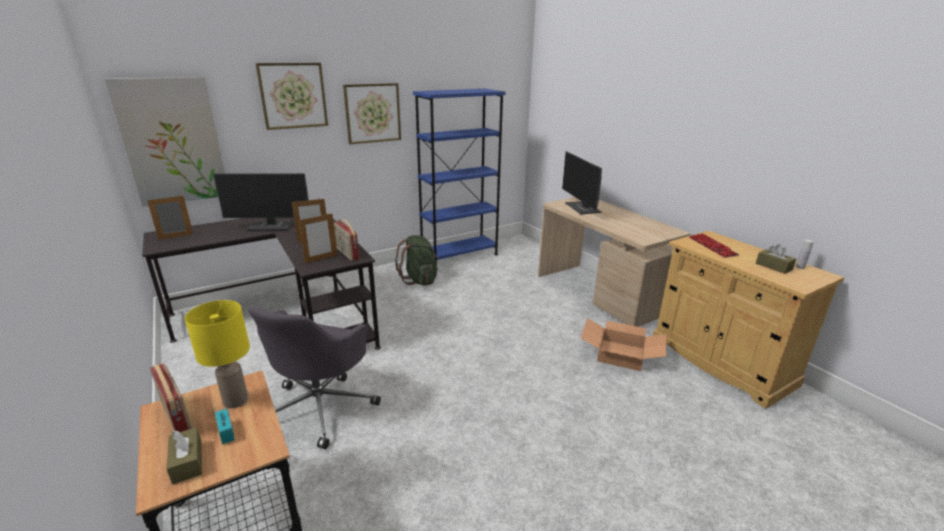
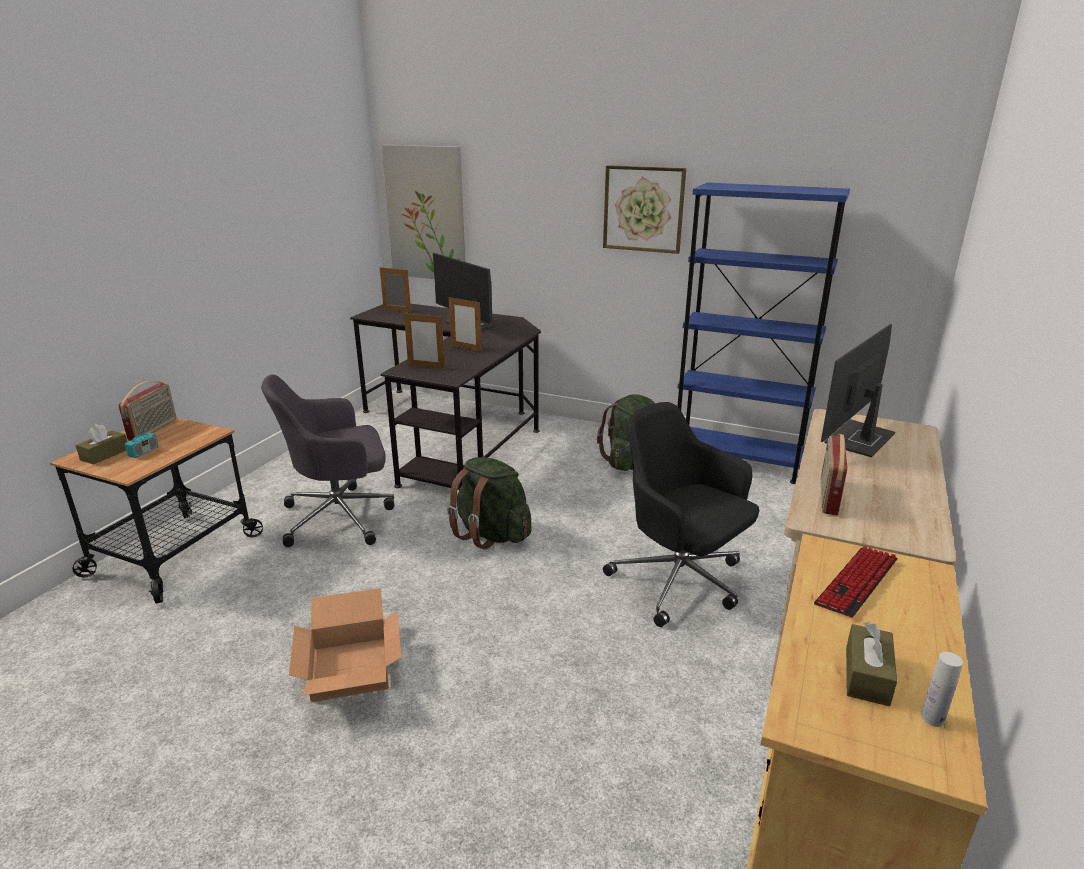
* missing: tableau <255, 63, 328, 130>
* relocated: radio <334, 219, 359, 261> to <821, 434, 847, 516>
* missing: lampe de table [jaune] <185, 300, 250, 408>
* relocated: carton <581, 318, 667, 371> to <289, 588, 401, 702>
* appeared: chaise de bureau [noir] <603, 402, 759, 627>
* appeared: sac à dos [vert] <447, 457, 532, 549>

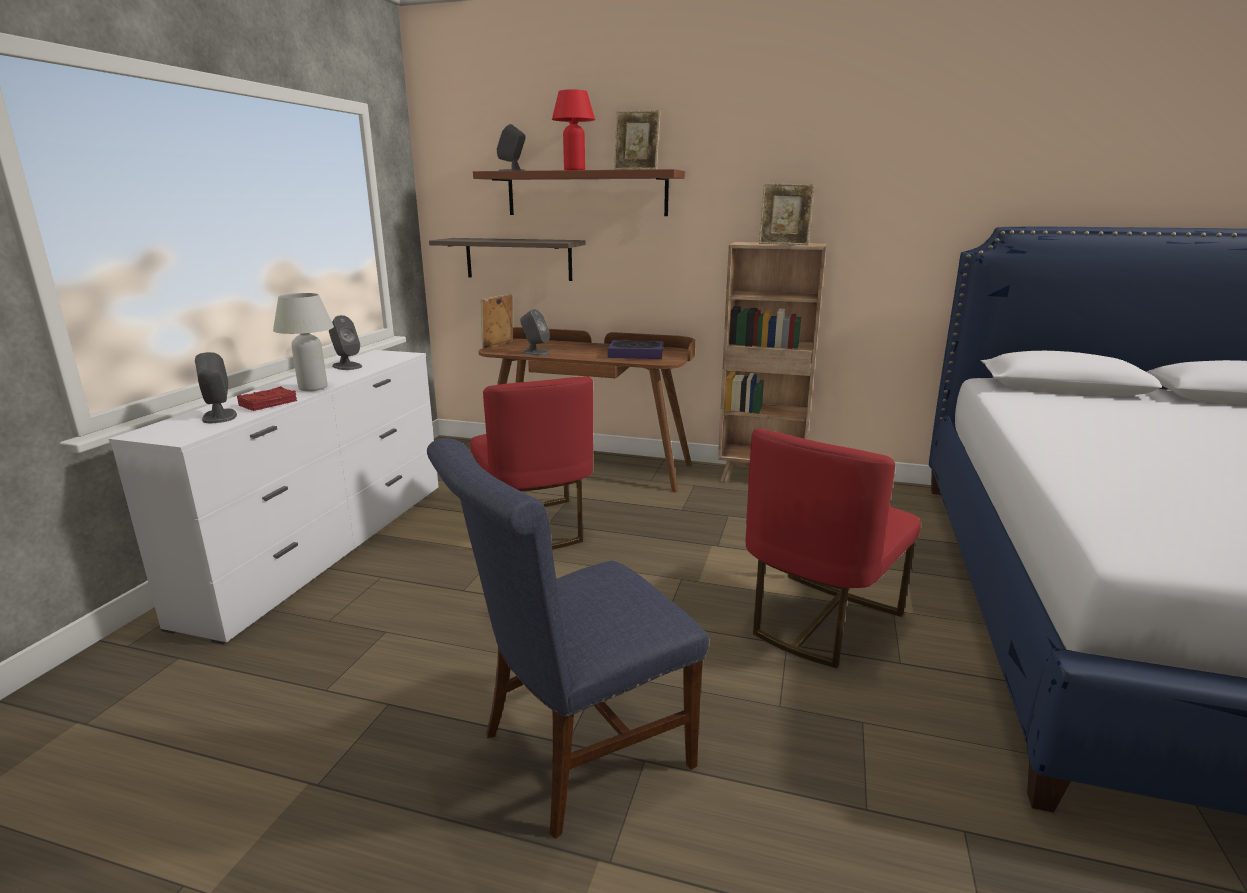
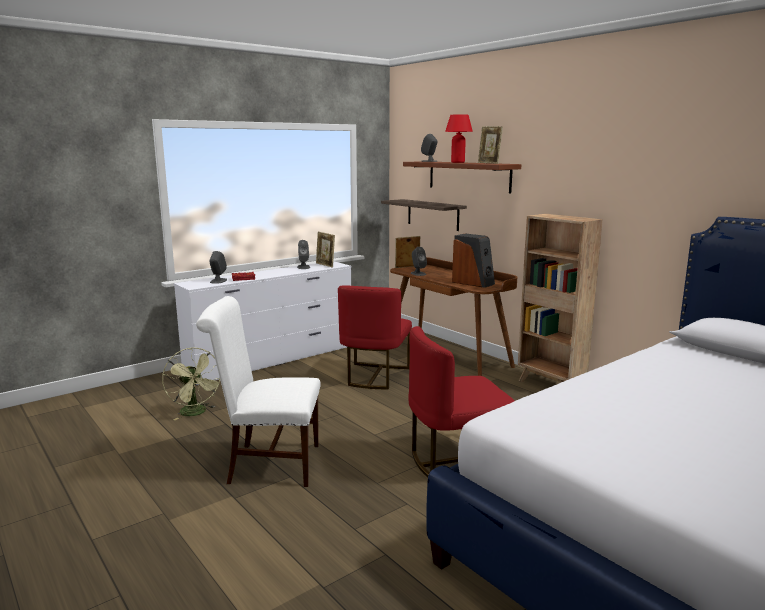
* relocated: cadre photo <759, 183, 815, 245> to <316, 232, 335, 268>
* missing: lampe de table [blanc] <273, 293, 334, 391>
* exchanged: livre <608, 340, 664, 359> to enceinte <452, 234, 495, 288>
* colour: chaise [bleu] <427, 438, 709, 839> to chaise [blanc] <196, 296, 321, 487>
* appeared: ventilateur [vert] <162, 348, 220, 420>

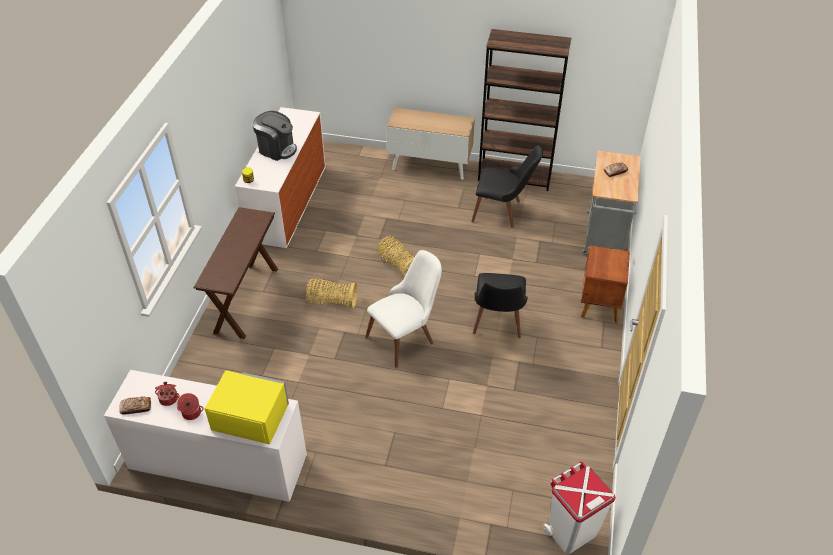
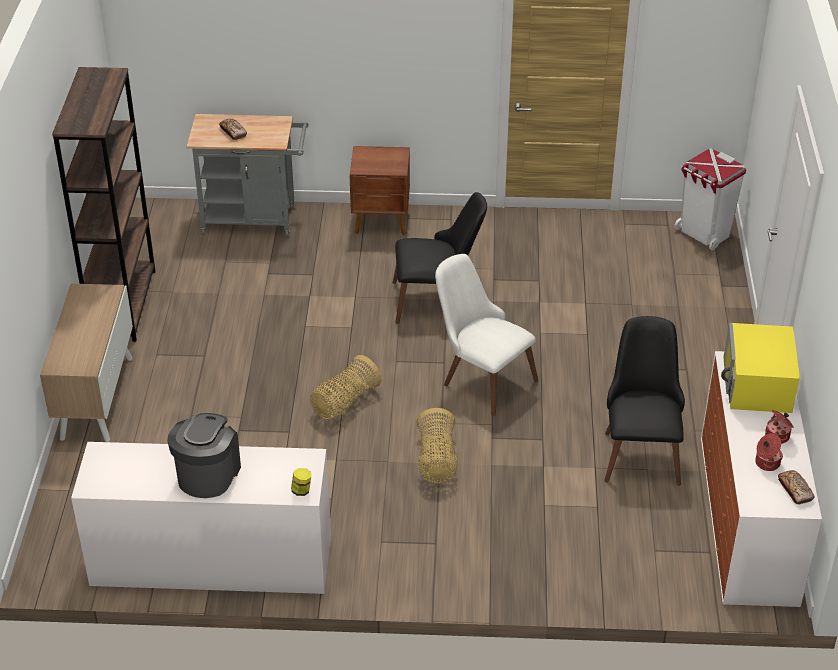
* relocated: chaise [noir] <471, 145, 543, 228> to <604, 316, 685, 486>
* missing: table console [marron] <194, 207, 278, 339>

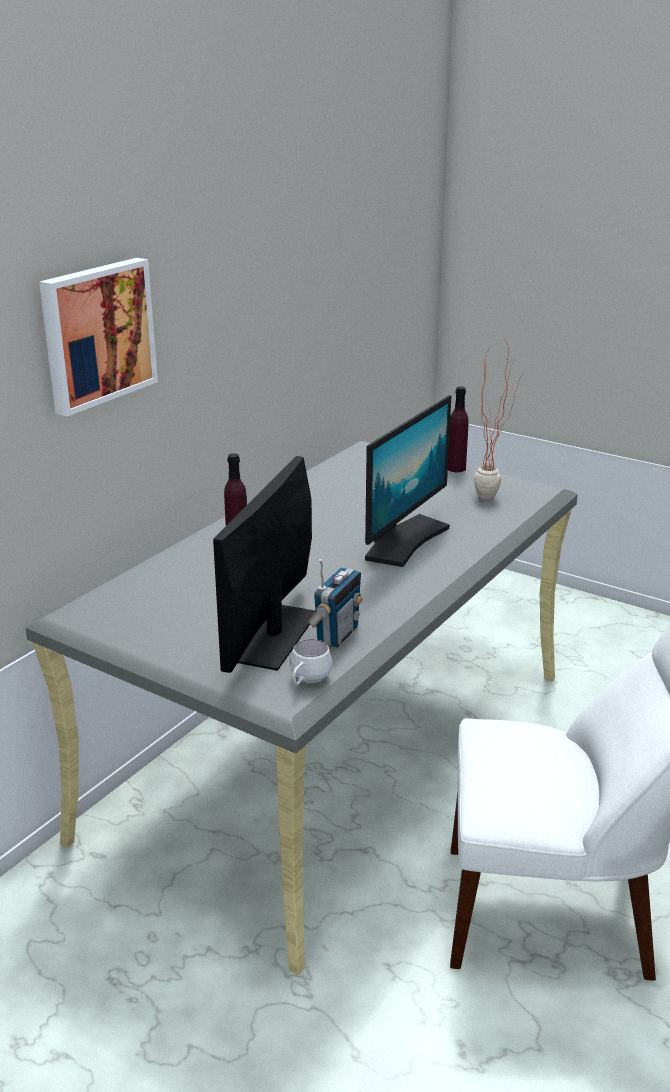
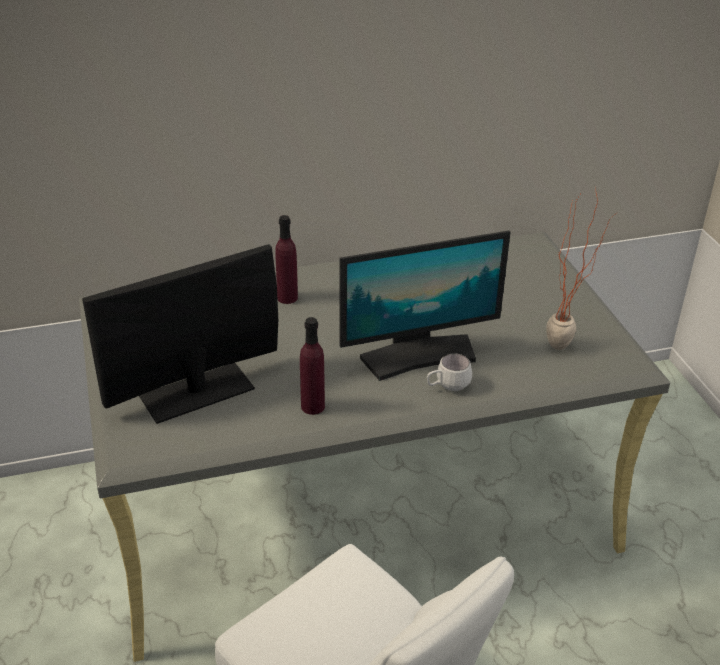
* missing: tableau <39, 258, 158, 416>
* relocated: bouteille [violet] <448, 386, 469, 472> to <300, 317, 325, 415>
* missing: radio <308, 559, 362, 648>
* relocated: mug [blanc] <290, 639, 332, 686> to <427, 353, 472, 391>

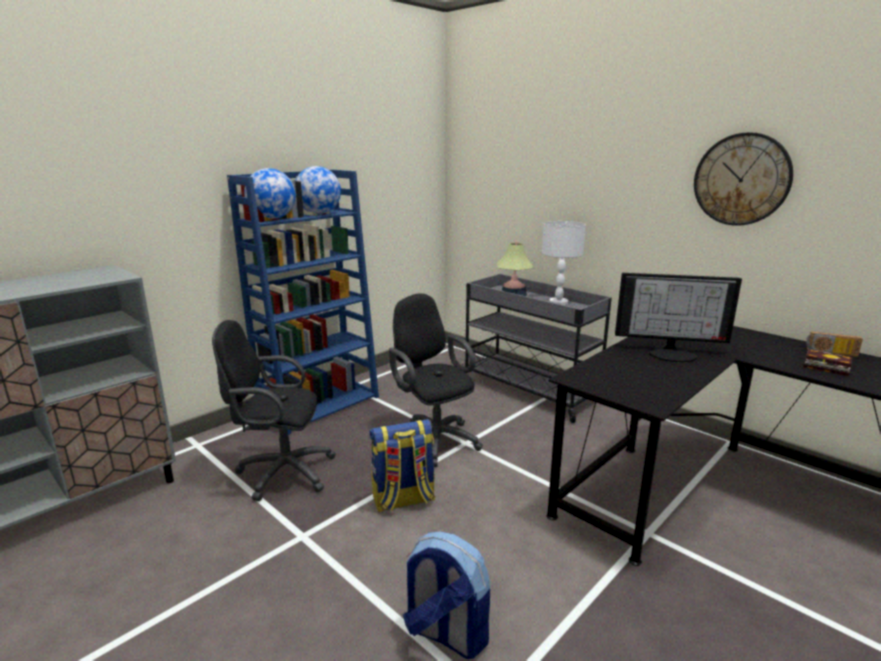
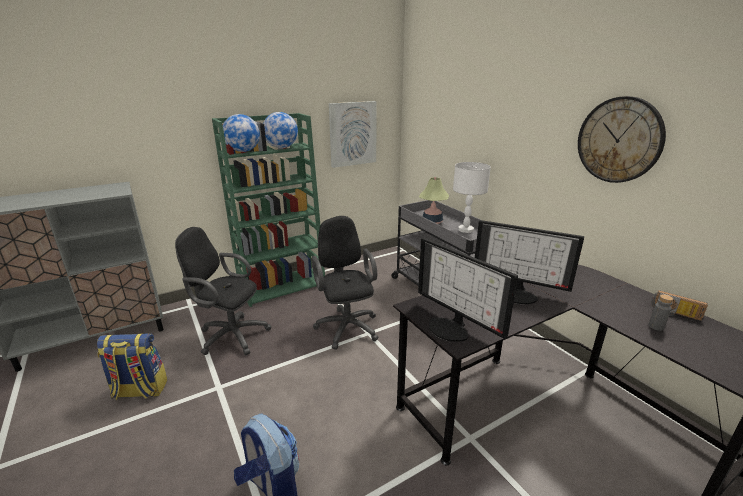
* colour: bibliothèque [bleu] <227, 170, 379, 435> to bibliothèque [vert] <212, 113, 325, 307>
* exchanged: livre <803, 349, 852, 376> to bouteille [gris] <648, 294, 673, 331>
* relocated: sac à dos <370, 419, 435, 512> to <97, 333, 167, 400>
* appeared: tableau <329, 101, 377, 168>
* appeared: écran d'ordinateur <418, 238, 518, 342>

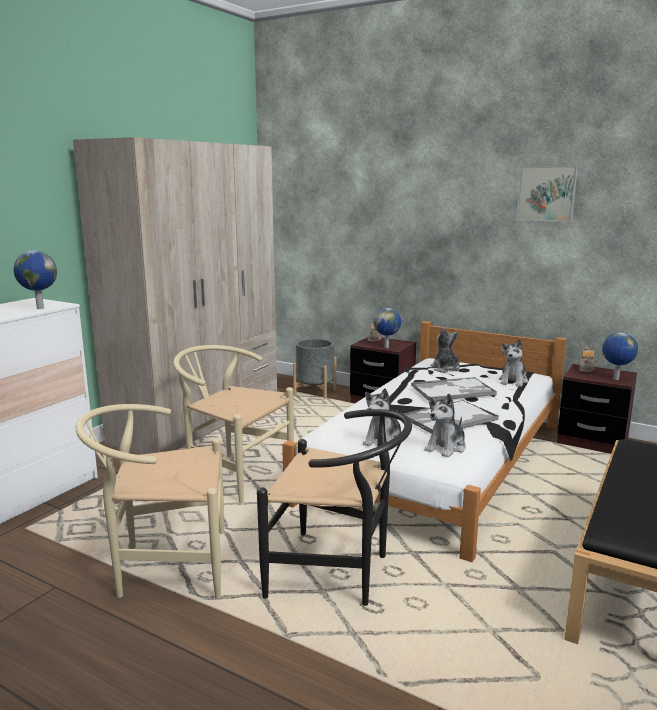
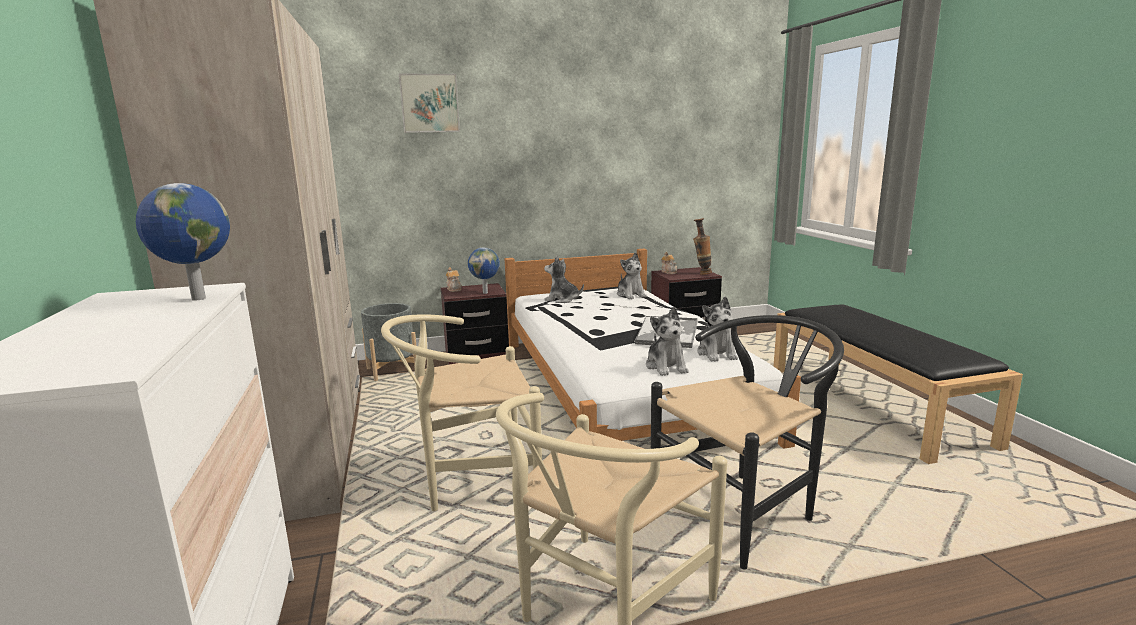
* relocated: tableau <517, 166, 578, 222> to <399, 74, 460, 133>
* exchanged: globe <602, 333, 638, 380> to vase <693, 218, 712, 275>
* missing: plateau <411, 377, 497, 401>

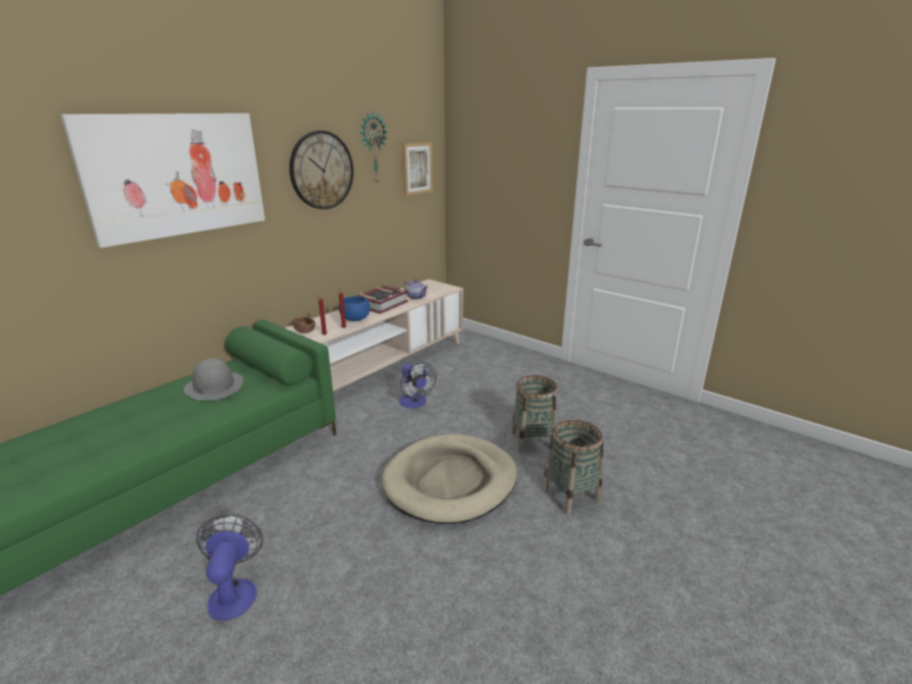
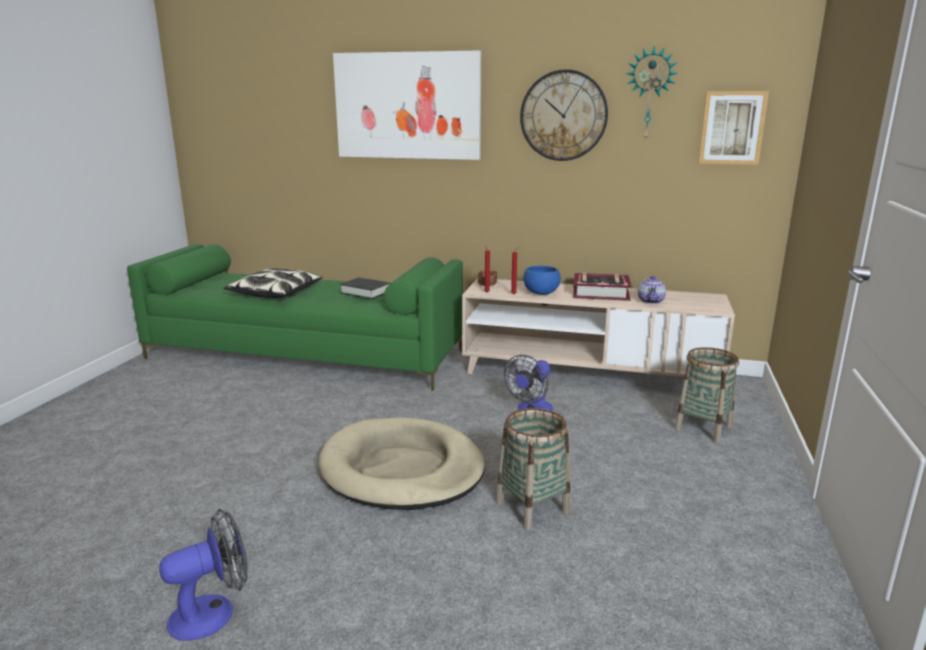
* exchanged: chapeau [gris] <184, 358, 243, 401> to livre [noir] <340, 277, 390, 299>
* relocated: panier <542, 420, 603, 515> to <675, 347, 739, 443>
* relocated: ventilateur <196, 514, 263, 621> to <159, 509, 248, 641>
* appeared: coussin <223, 268, 323, 298>

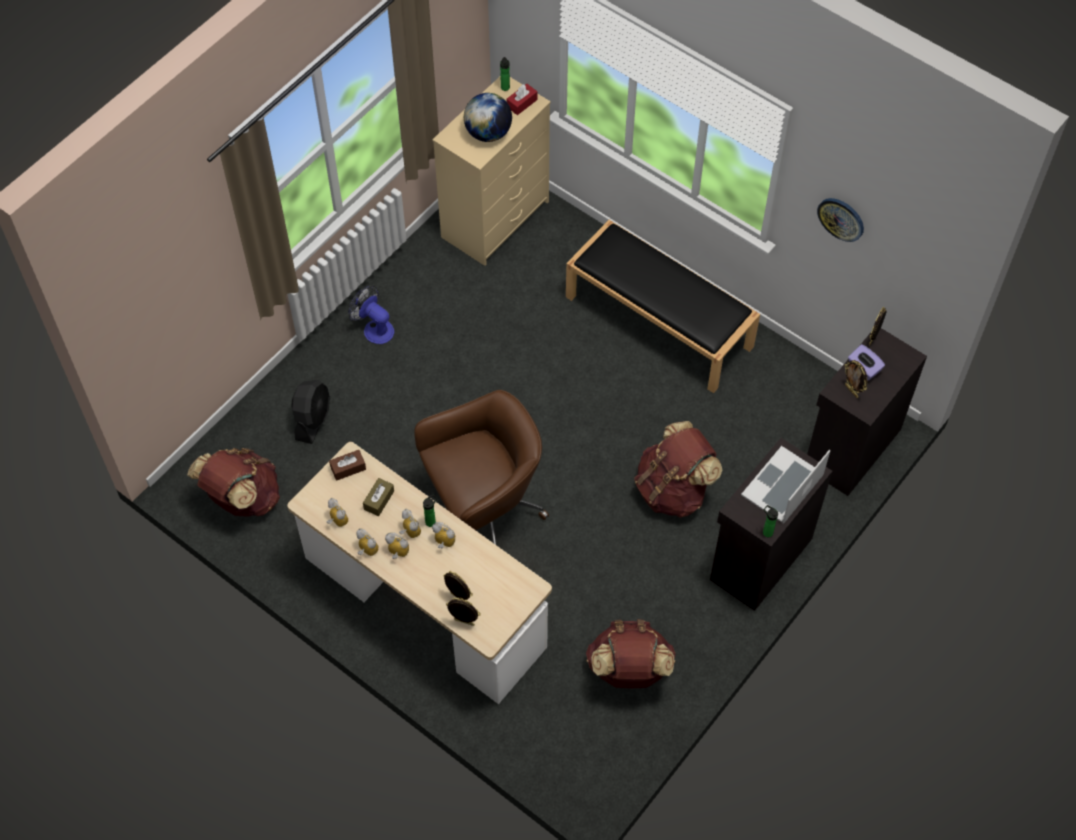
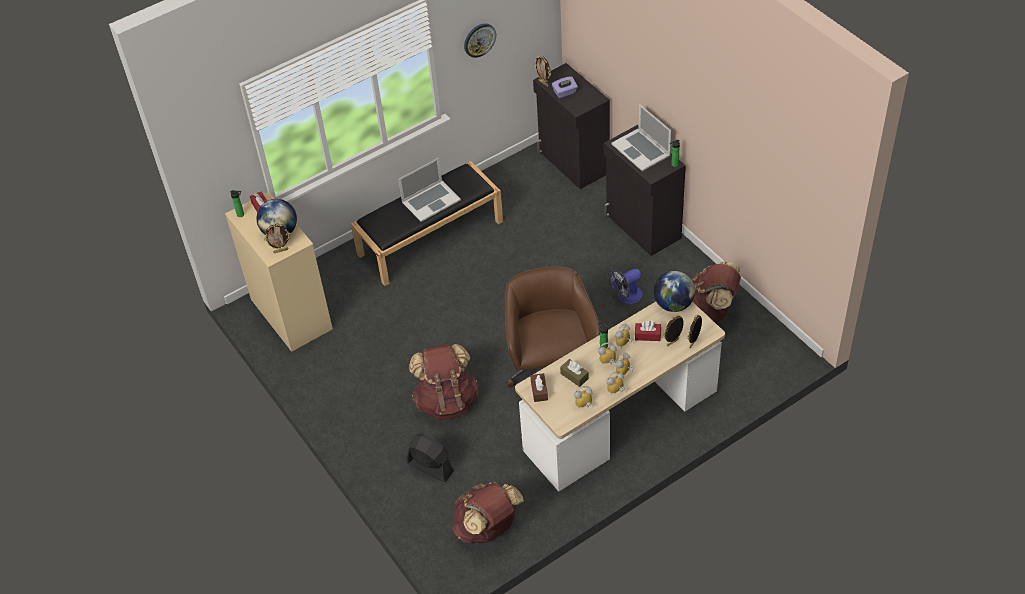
* relocated: ventilateur <348, 286, 395, 344> to <608, 269, 643, 304>
* relocated: cadre photo <845, 360, 867, 398> to <264, 223, 290, 253>
* relocated: sac à dos [marron] <634, 421, 723, 518> to <409, 344, 479, 421>
* appeared: ordinateur portable <398, 158, 461, 222>
* appeared: globe <654, 271, 695, 312>
* appeared: boîte à mouchoirs [rouge] <635, 321, 661, 341>

